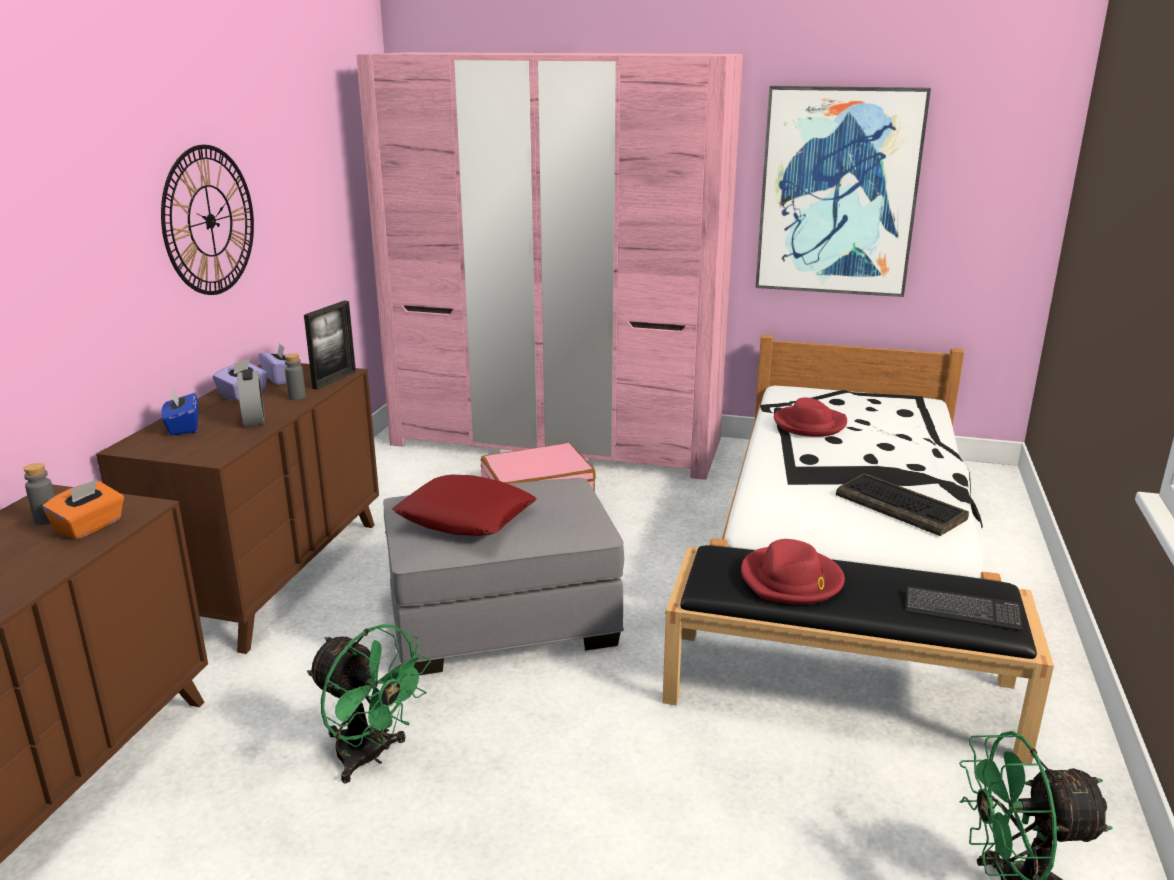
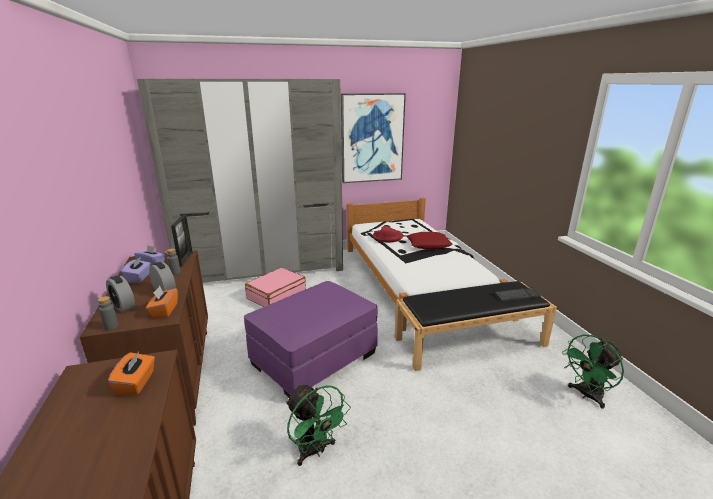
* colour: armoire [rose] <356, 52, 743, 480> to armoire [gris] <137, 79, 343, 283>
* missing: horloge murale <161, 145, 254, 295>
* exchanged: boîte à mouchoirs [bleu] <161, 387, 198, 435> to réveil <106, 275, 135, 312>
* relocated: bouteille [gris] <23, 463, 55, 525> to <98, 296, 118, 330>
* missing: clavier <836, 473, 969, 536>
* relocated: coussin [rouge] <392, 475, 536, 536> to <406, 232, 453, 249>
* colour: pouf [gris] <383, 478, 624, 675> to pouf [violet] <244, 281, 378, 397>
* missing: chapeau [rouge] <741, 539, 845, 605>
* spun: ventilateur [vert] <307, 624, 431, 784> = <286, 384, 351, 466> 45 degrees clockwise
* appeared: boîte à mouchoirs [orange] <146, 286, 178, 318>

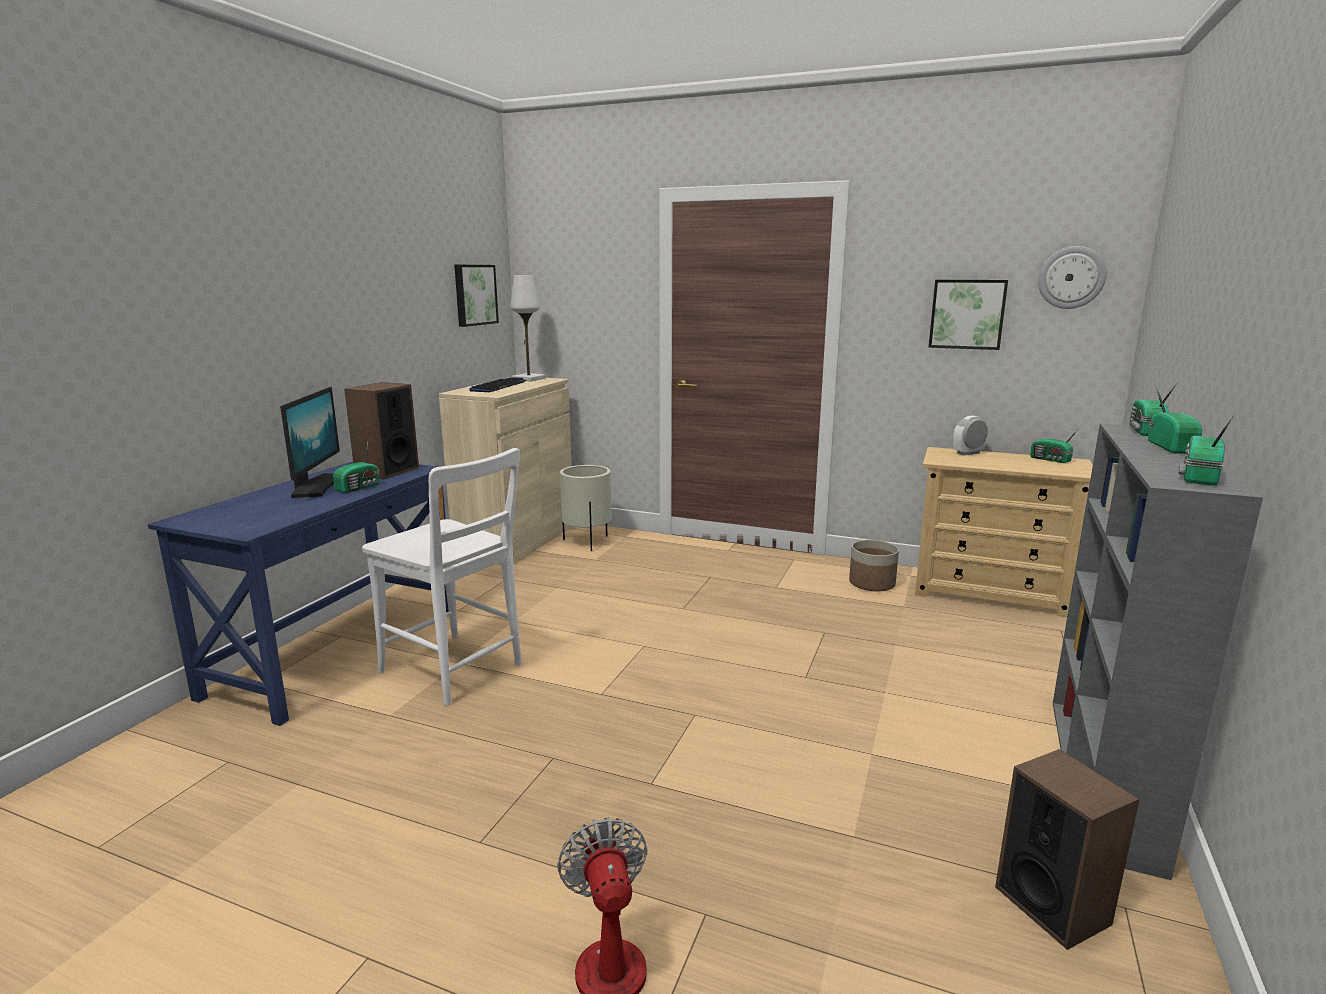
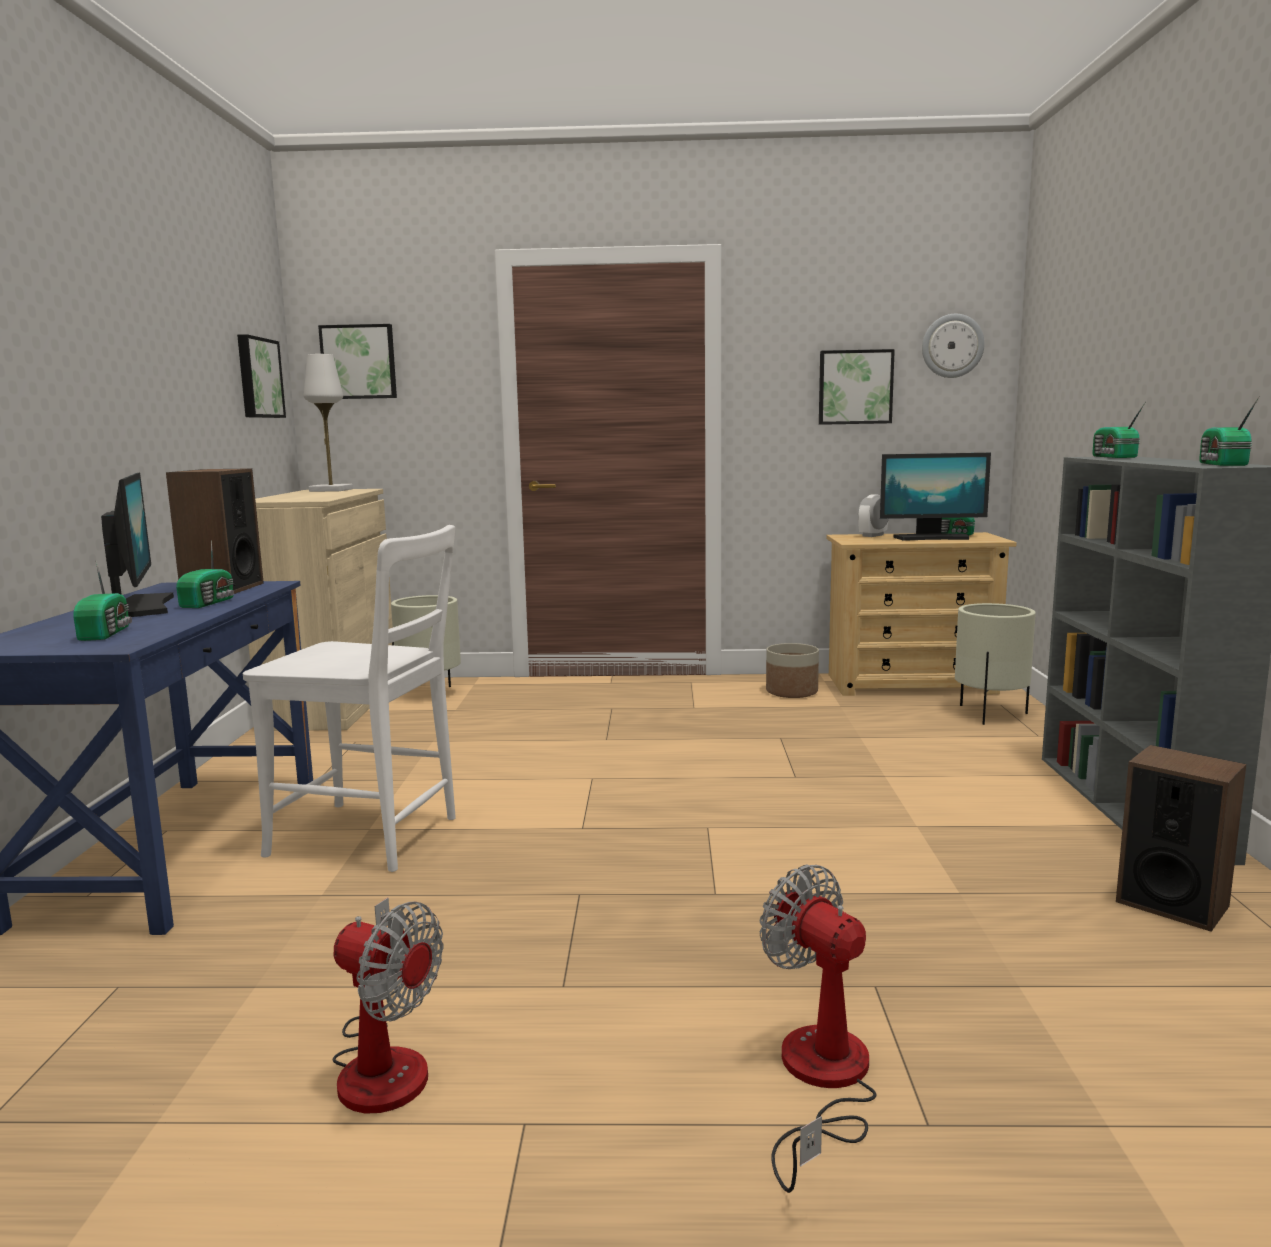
* missing: clavier <469, 377, 526, 392>
* relocated: radio <1148, 383, 1202, 454> to <73, 561, 132, 641>
* appeared: tableau <318, 324, 397, 399>
* appeared: écran d'ordinateur <880, 453, 991, 541>
* appeared: cache-pot [beige] <955, 603, 1036, 725>
* appeared: ventilateur <333, 898, 444, 1114>

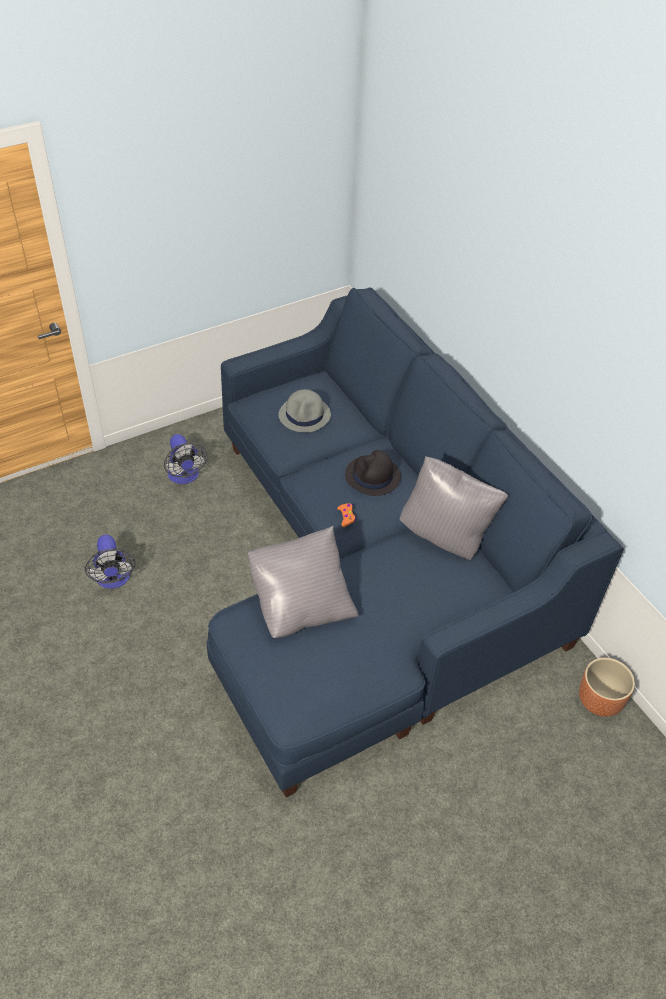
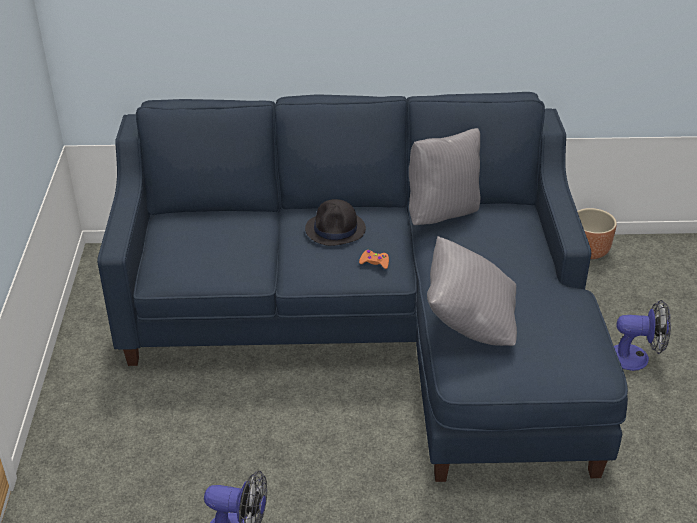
* missing: chapeau [gris] <278, 389, 331, 433>
* relocated: ventilateur <164, 434, 207, 484> to <614, 300, 671, 371>

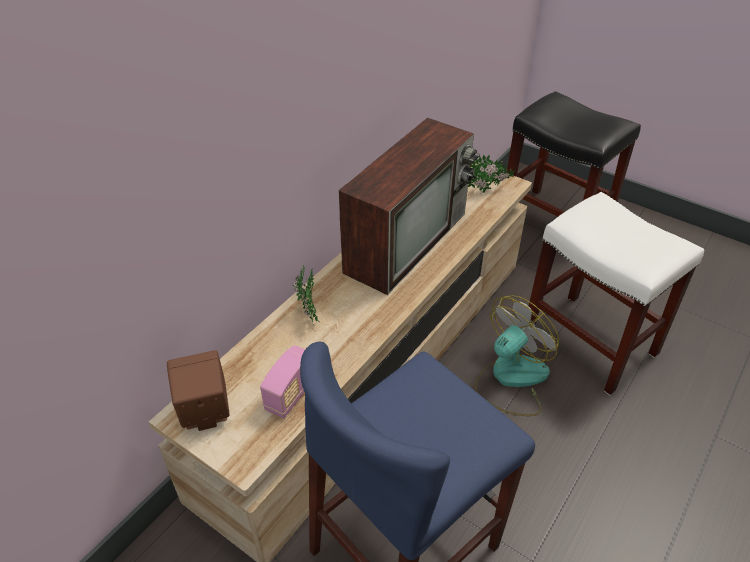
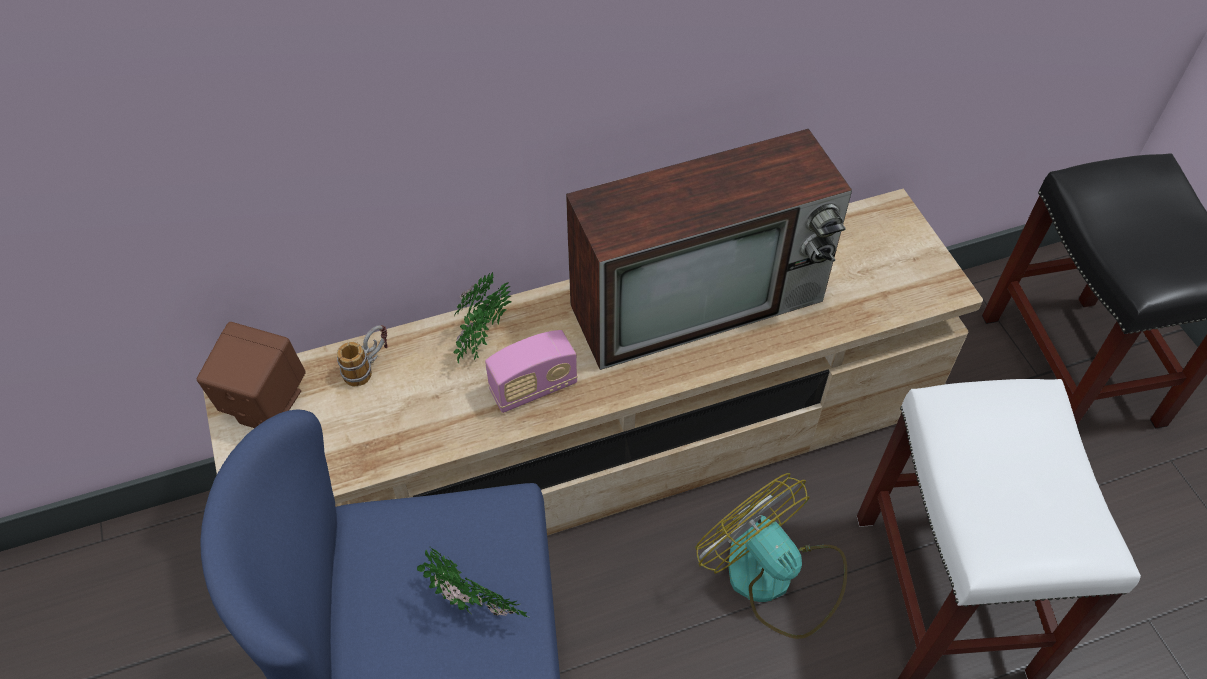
* relocated: plante en pot <468, 154, 515, 193> to <417, 547, 530, 618>
* spun: ventilateur <475, 295, 559, 416> = <695, 473, 847, 639> 120 degrees counterclockwise
* relocated: radio <260, 345, 305, 418> to <485, 330, 578, 413>
* appeared: mug <337, 325, 388, 386>

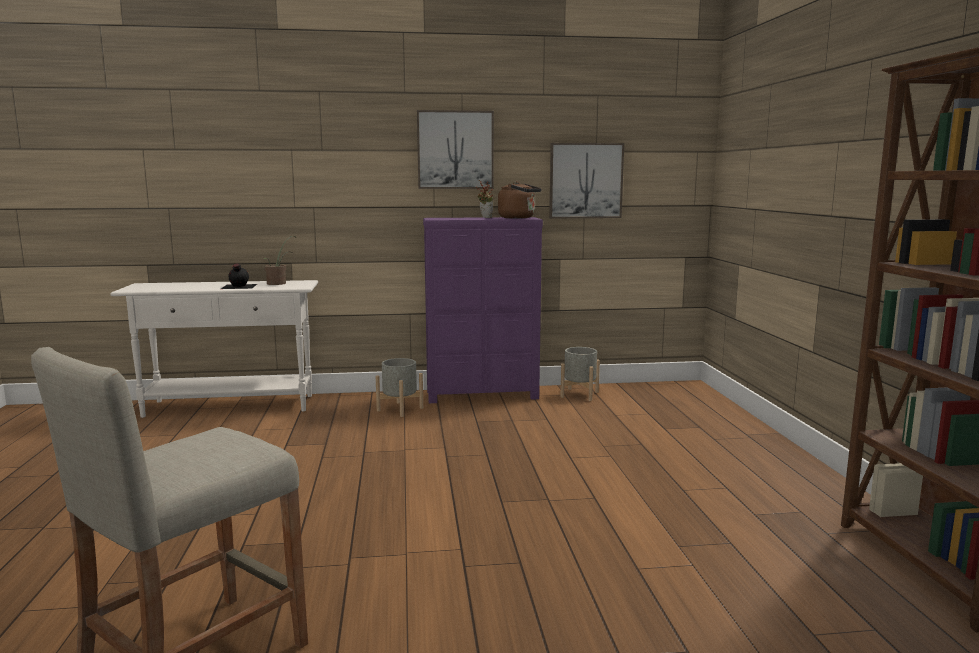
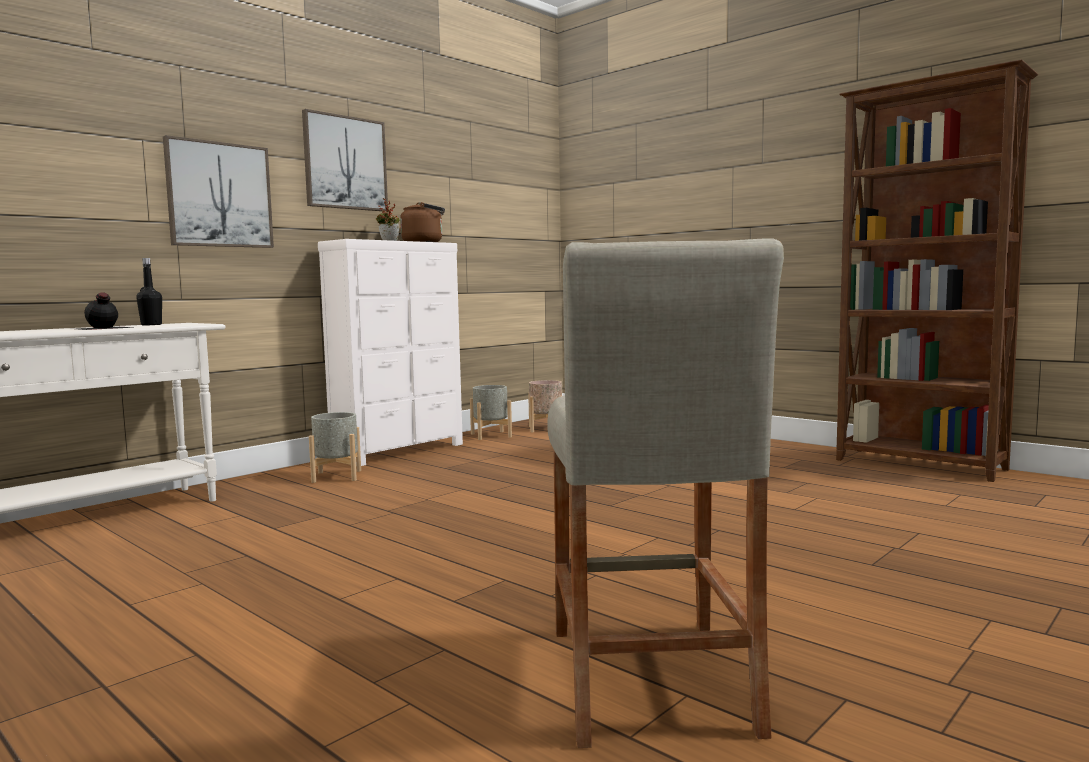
* relocated: tableau <549, 143, 624, 218> to <163, 135, 274, 248>
* colour: commode [violet] <423, 217, 543, 403> to commode [blanc] <318, 239, 463, 466>
* exchanged: plante en pot <264, 236, 296, 285> to bouteille [noir] <136, 258, 162, 325>
* appeared: cache-pot [beige] <528, 380, 562, 433>

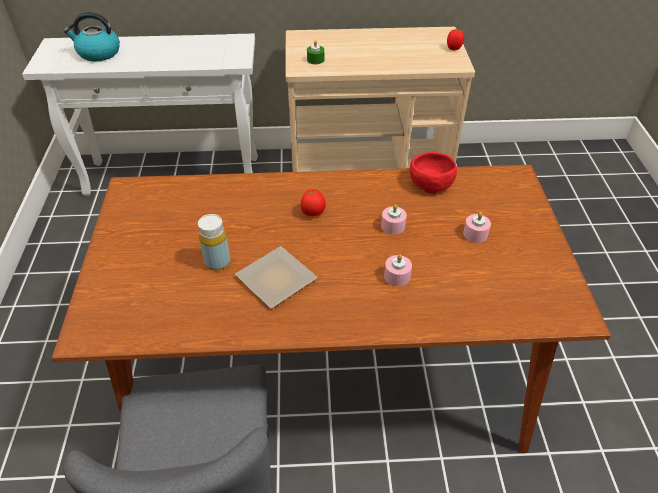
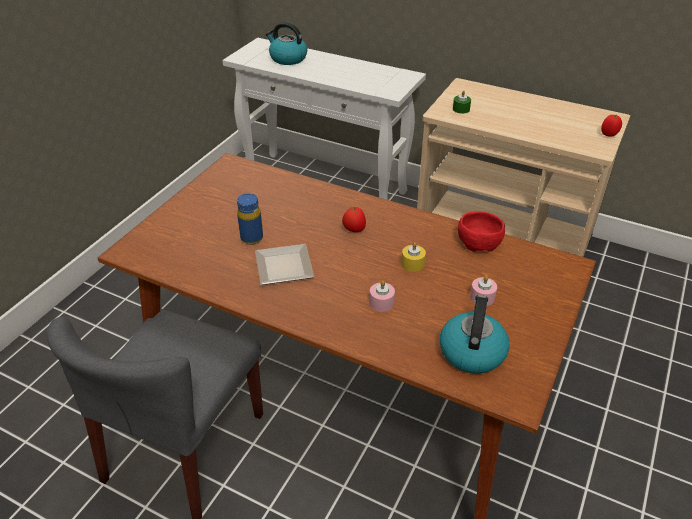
* colour: bougie [rose] <381, 204, 407, 235> to bougie [jaune] <401, 242, 426, 272>
* colour: bouteille [jaune] <198, 214, 231, 271> to bouteille [bleu] <237, 193, 263, 245>
* appeared: bouilloire <440, 295, 510, 374>

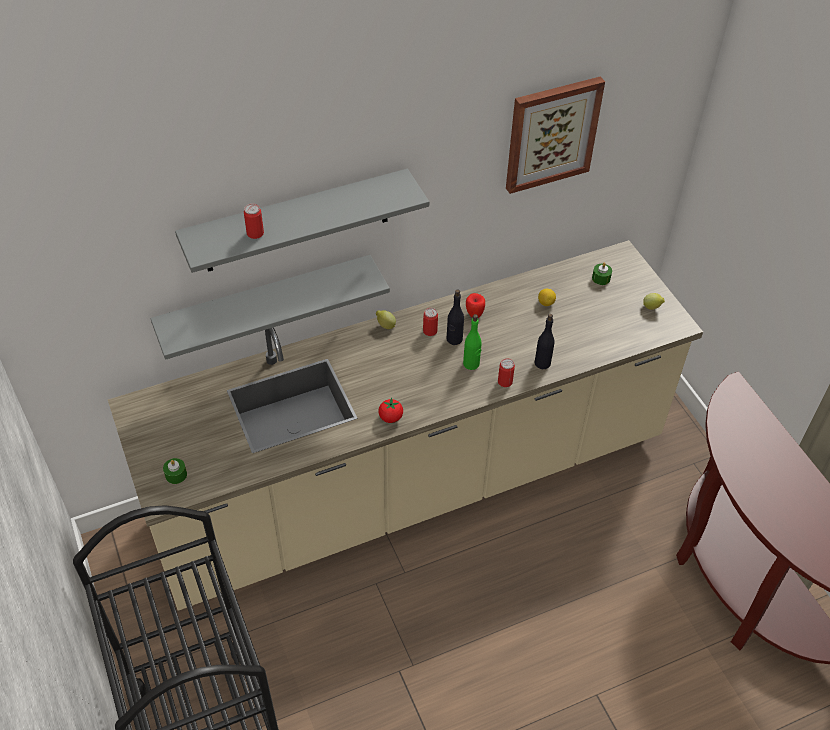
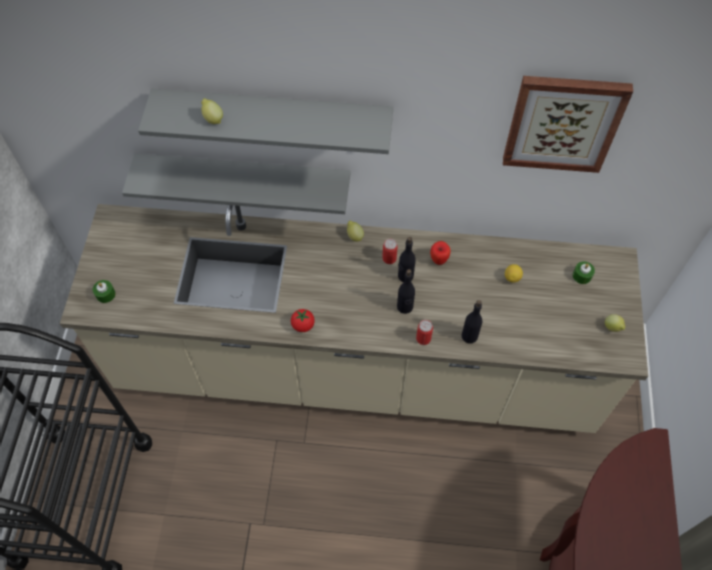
* exchanged: boîte métallique <244, 204, 264, 239> to citron <201, 98, 223, 124>
* colour: bouteille [vert] <463, 314, 482, 370> to bouteille [noir] <397, 269, 415, 314>

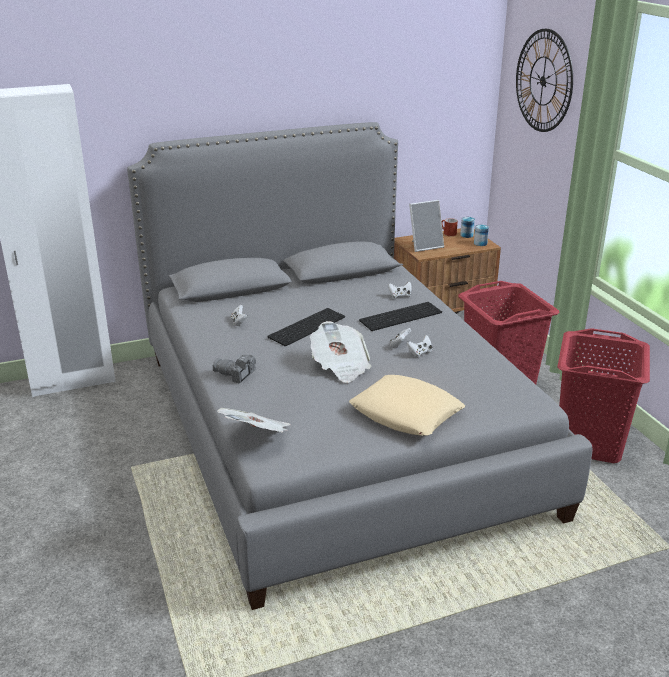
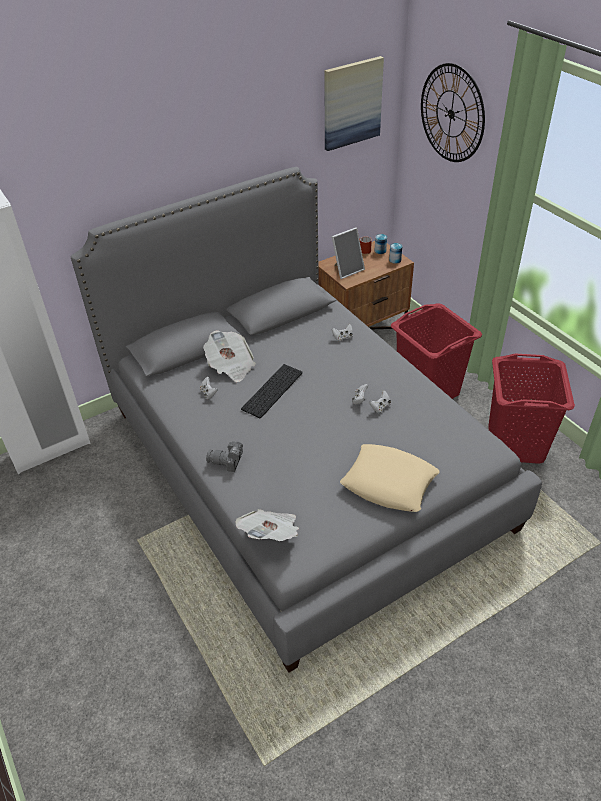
* missing: clavier <359, 302, 442, 331>
* relocated: journal <310, 321, 371, 383> to <203, 330, 256, 382>
* appeared: tableau <324, 56, 384, 151>

